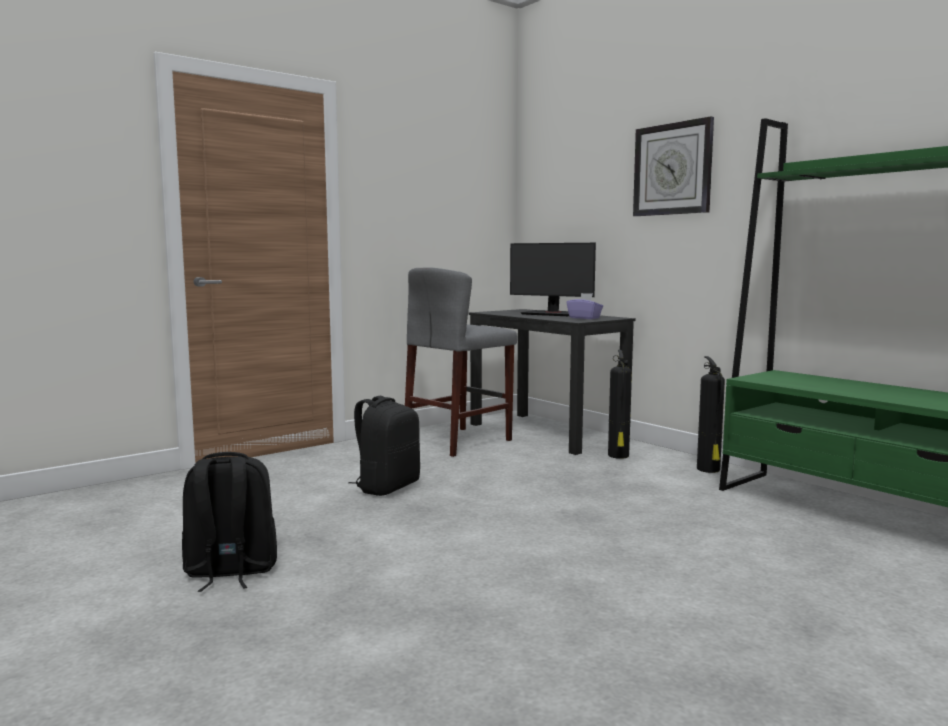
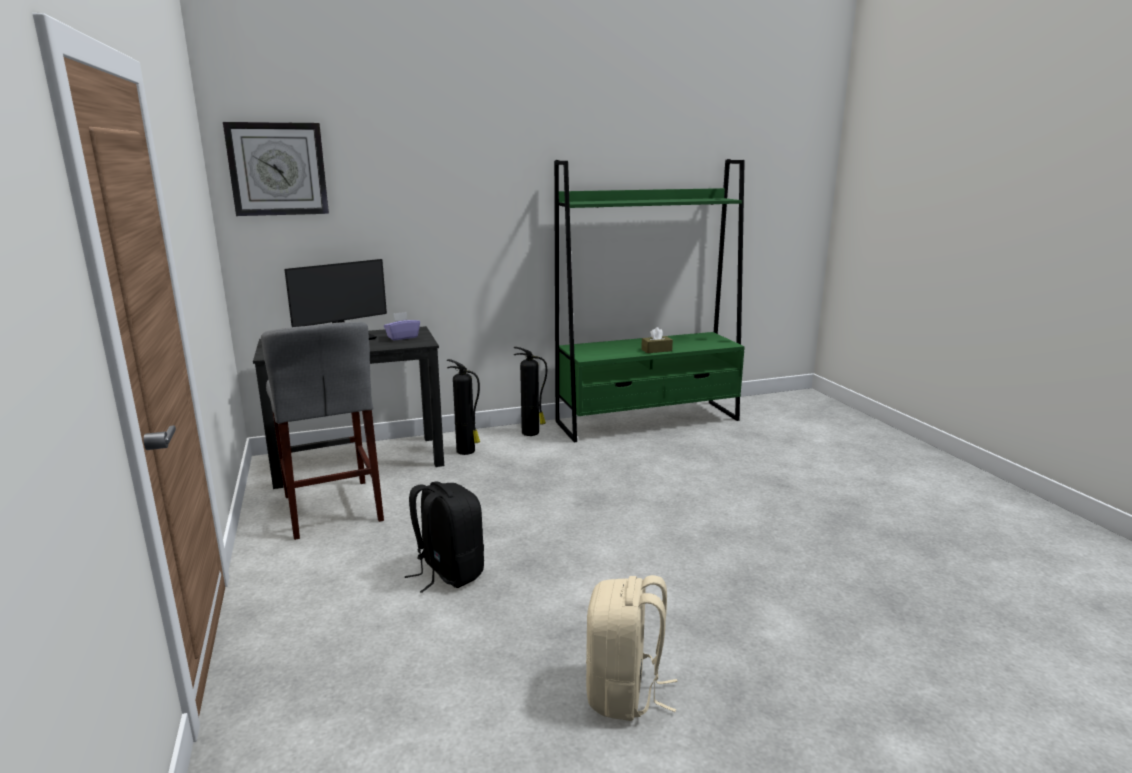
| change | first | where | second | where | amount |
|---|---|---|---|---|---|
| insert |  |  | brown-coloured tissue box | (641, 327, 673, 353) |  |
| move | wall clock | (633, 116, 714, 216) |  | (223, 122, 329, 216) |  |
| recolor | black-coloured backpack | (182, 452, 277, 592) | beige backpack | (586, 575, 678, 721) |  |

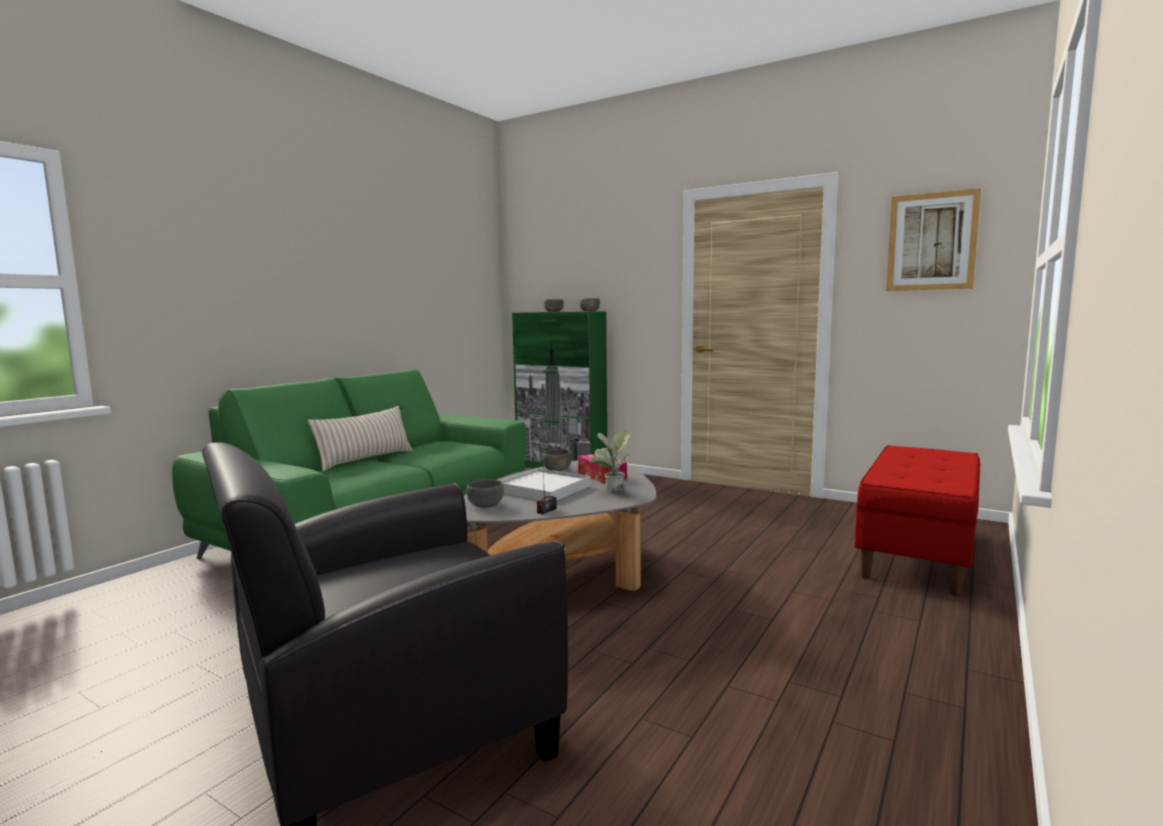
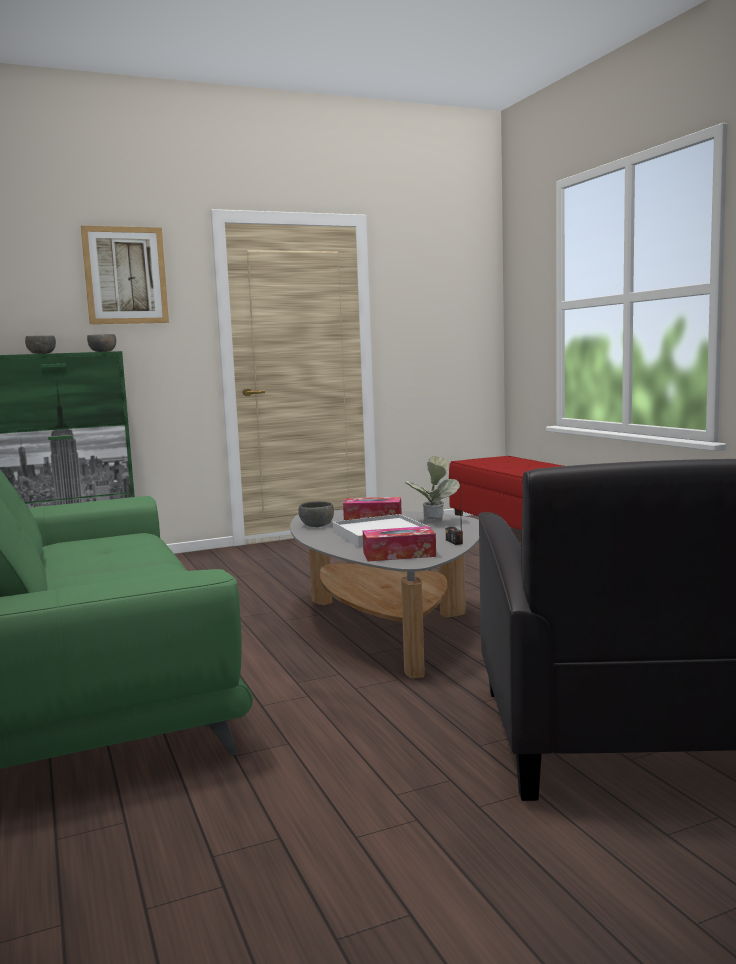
| change | first | where | second | where | amount |
|---|---|---|---|---|---|
| delete | beige pillow | (307, 406, 412, 471) |  |  |  |
| move | picture | (886, 188, 981, 291) |  | (81, 226, 169, 324) |  |
| replace | gray bowl | (466, 479, 504, 508) | tissue box | (363, 526, 436, 562) |  |

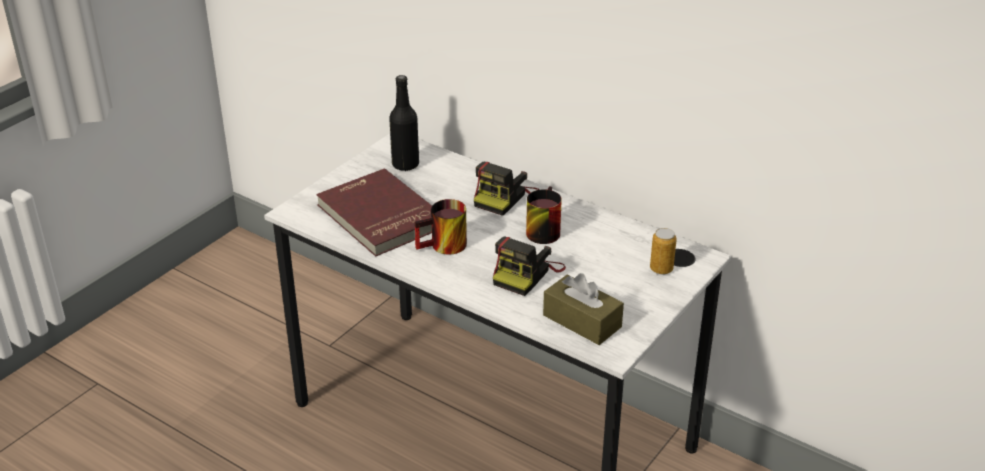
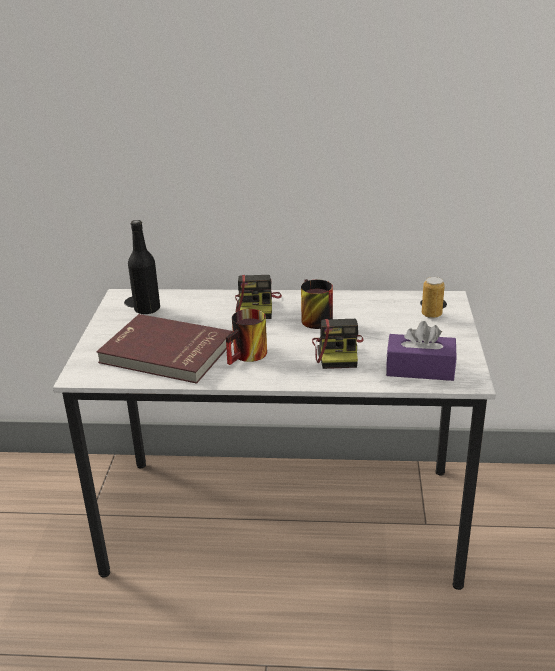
| change | first | where | second | where | amount |
|---|---|---|---|---|---|
| recolor | brown-coloured tissue box | (543, 273, 624, 345) | purplish tissue box | (386, 321, 456, 381) |  |

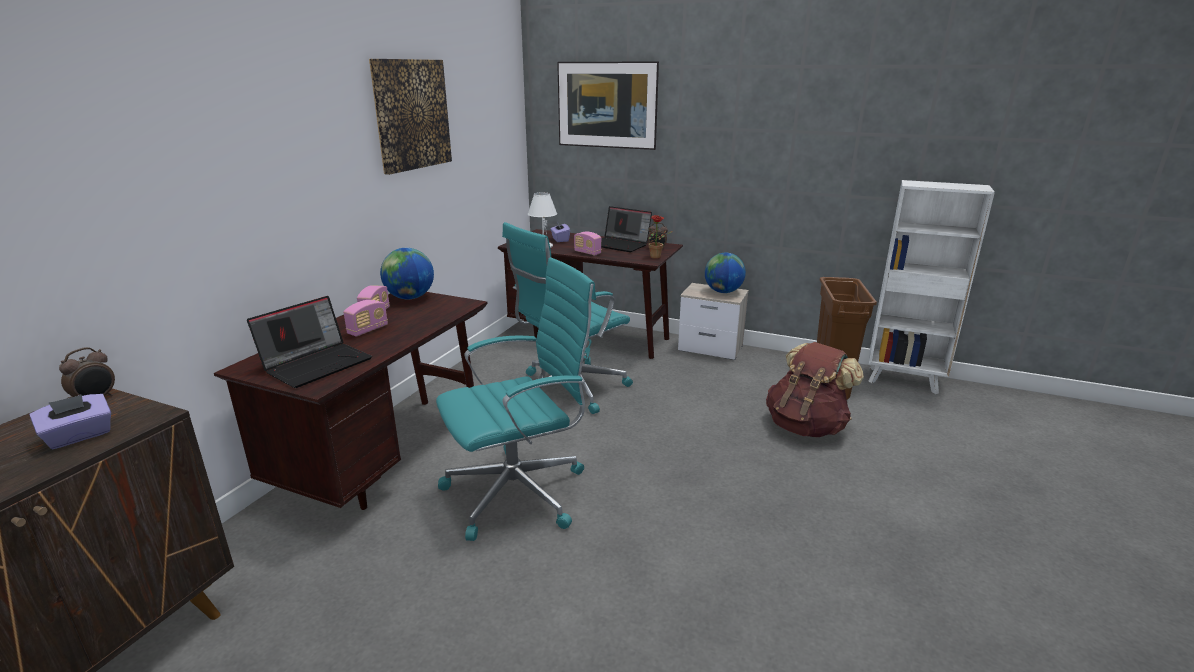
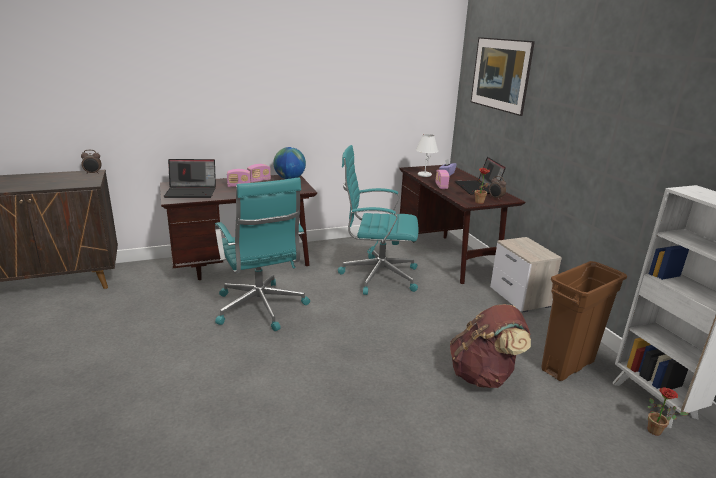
| change | first | where | second | where | amount |
|---|---|---|---|---|---|
| delete | purplish tissue box | (29, 394, 111, 449) |  |  |  |
| delete | picture | (369, 59, 452, 175) |  |  |  |
| delete | world globe | (705, 253, 746, 293) |  |  |  |
| insert |  |  | houseplant | (647, 388, 688, 436) |  |
| rotate | turquoise office chair | (436, 257, 596, 541) |  | (215, 178, 310, 331) | 45 degrees clockwise |

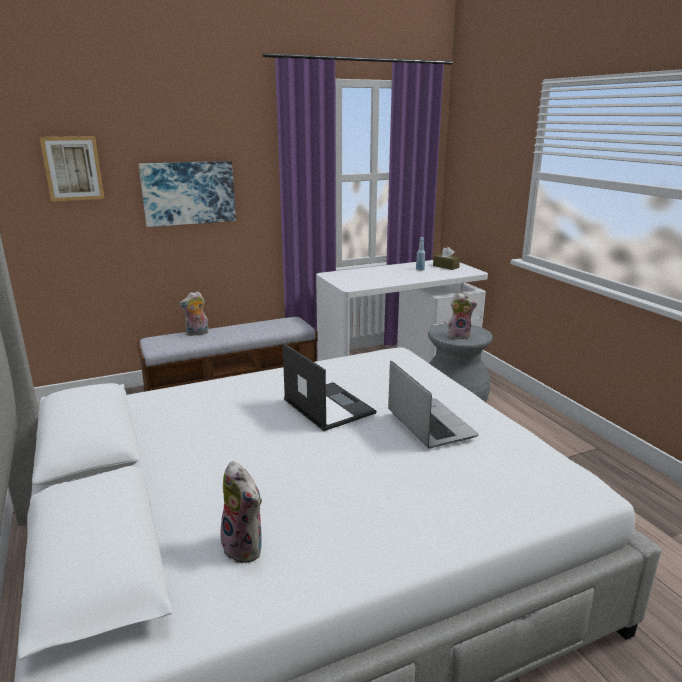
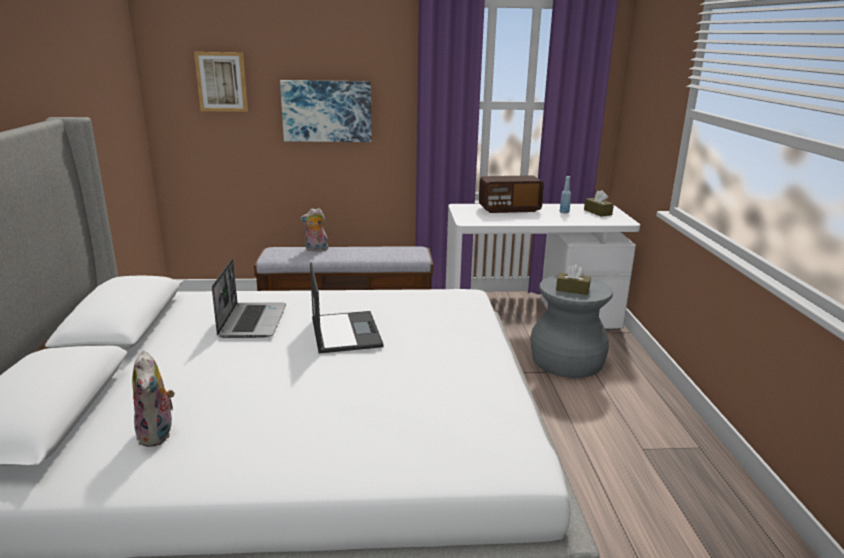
| change | first | where | second | where | amount |
|---|---|---|---|---|---|
| insert |  |  | radio set | (479, 175, 544, 213) |  |
| move | portable computer | (388, 361, 479, 448) |  | (212, 259, 286, 338) |  |
| replace | cuddly toy | (447, 293, 477, 339) | brown-coloured tissue box | (556, 264, 591, 295) |  |

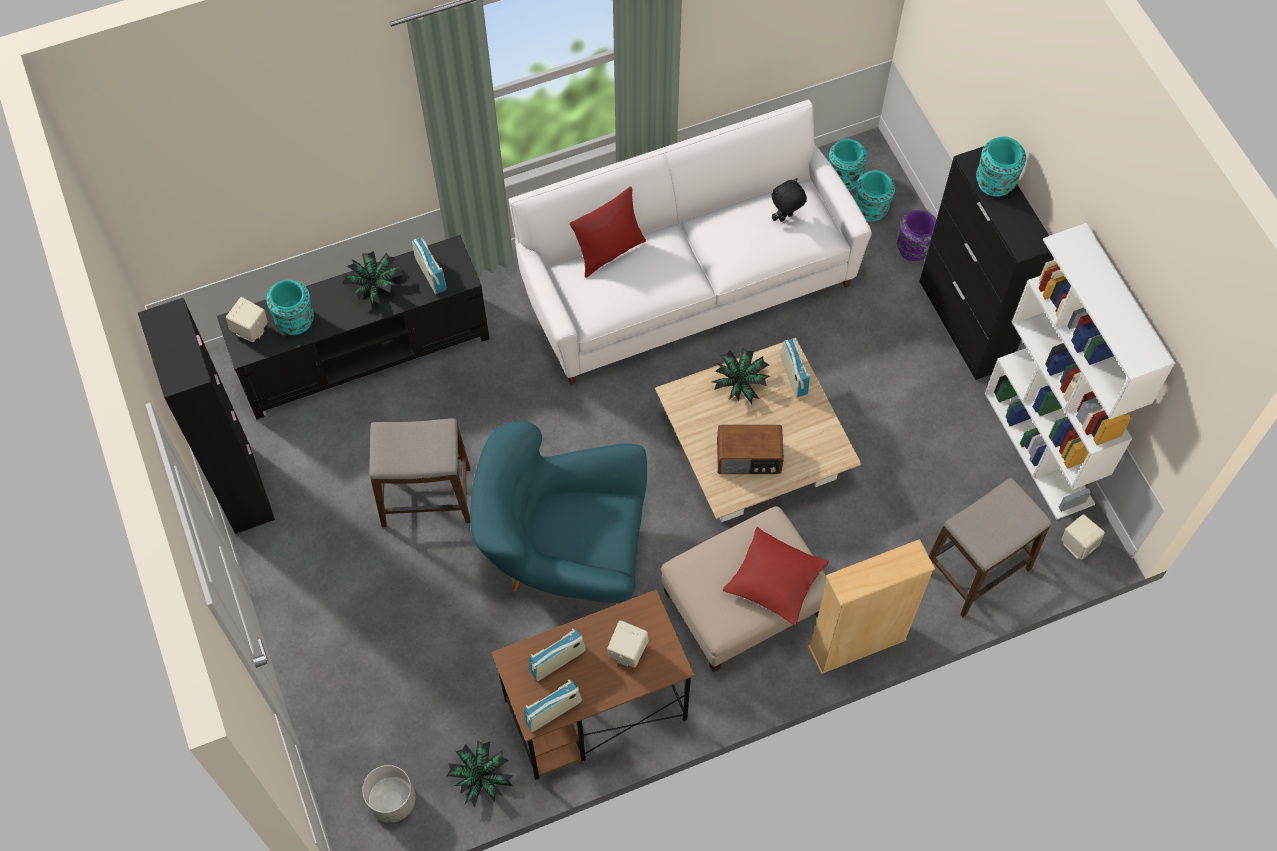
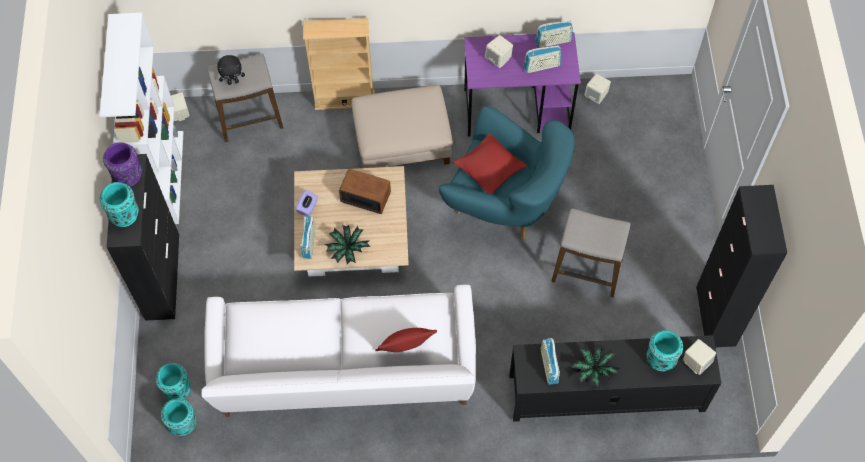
| change | first | where | second | where | amount |
|---|---|---|---|---|---|
| delete | gray plant pot | (362, 765, 415, 823) |  |  |  |
| insert |  |  | purplish tissue box | (295, 190, 318, 216) |  |
| move | red pillow | (723, 527, 829, 626) |  | (453, 133, 528, 194) |  |
| move | black-coloured cuddly toy | (772, 178, 807, 222) |  | (217, 55, 245, 85) |  |
| move | purplish decorative vase | (897, 210, 936, 261) |  | (103, 142, 142, 187) |  |
| replace | houseplant | (447, 740, 514, 807) | beige loudspeaker | (584, 74, 611, 104) |  |
| recolor | brown-coloured desk table | (491, 589, 694, 780) | purplish desk table | (464, 32, 581, 137) |  |

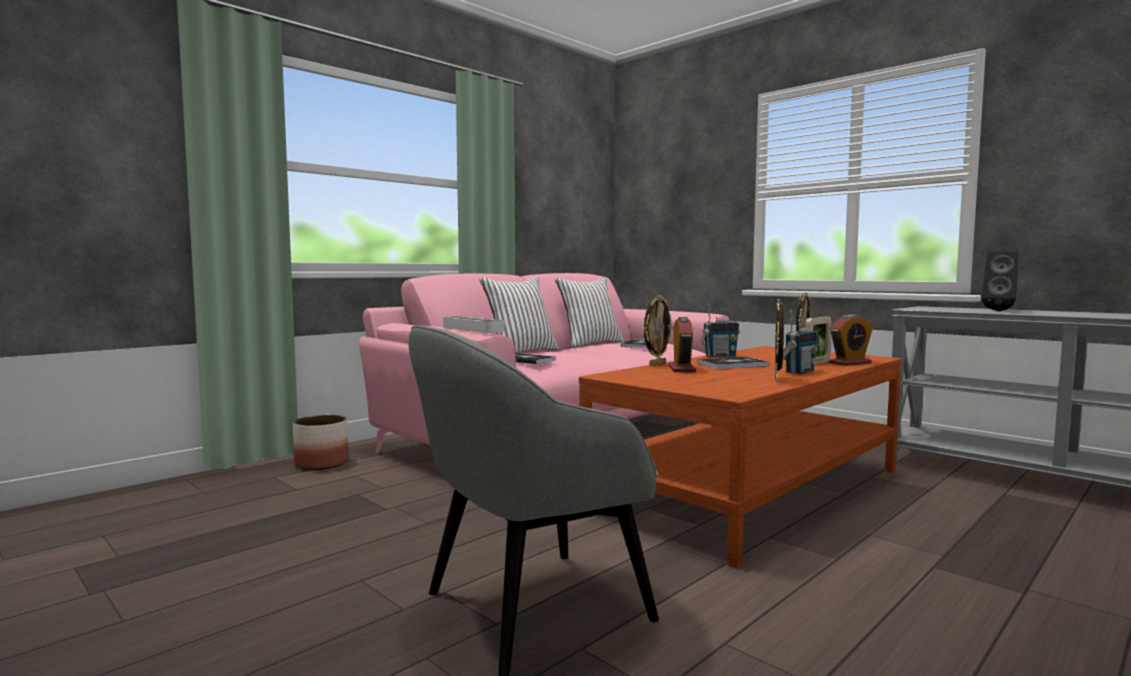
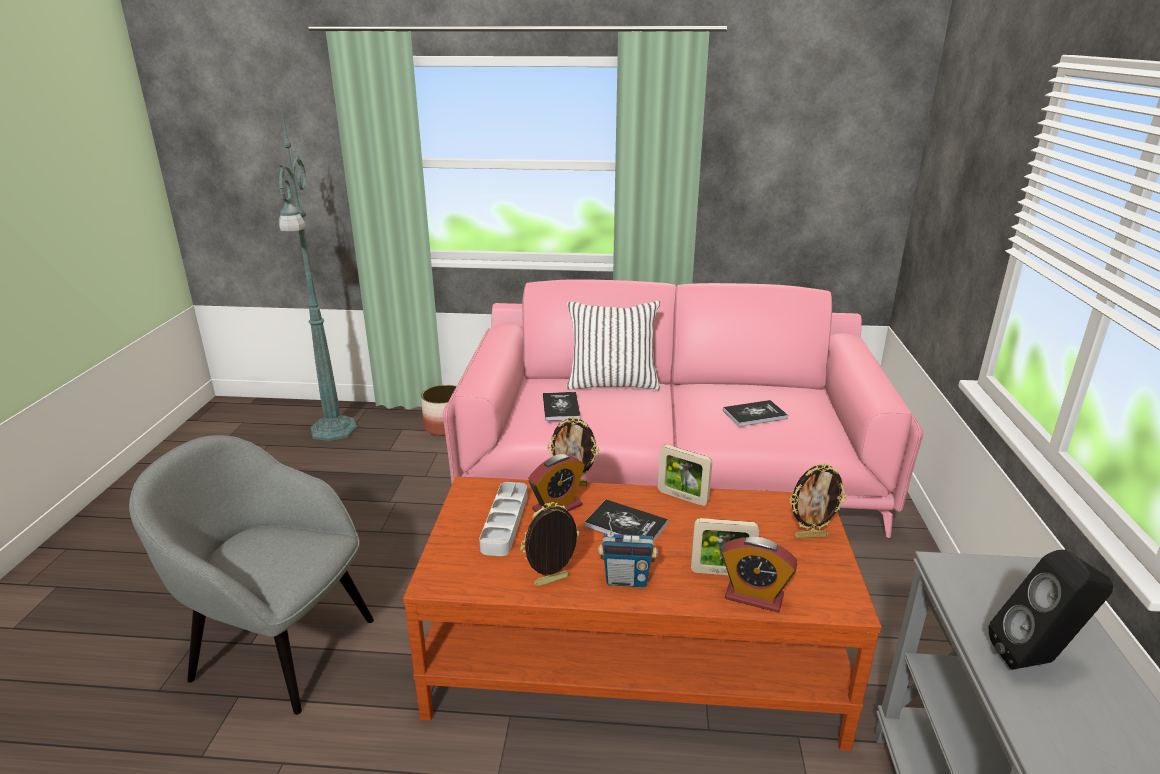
| change | first | where | second | where | amount |
|---|---|---|---|---|---|
| delete | white pillow | (555, 277, 624, 347) |  |  |  |
| insert |  |  | green floor lamp | (279, 107, 357, 441) |  |
| move | gray carrying tray | (443, 316, 505, 333) |  | (479, 482, 528, 556) |  |
| replace | radio set | (701, 304, 740, 357) | photo frame | (658, 445, 712, 506) |  |

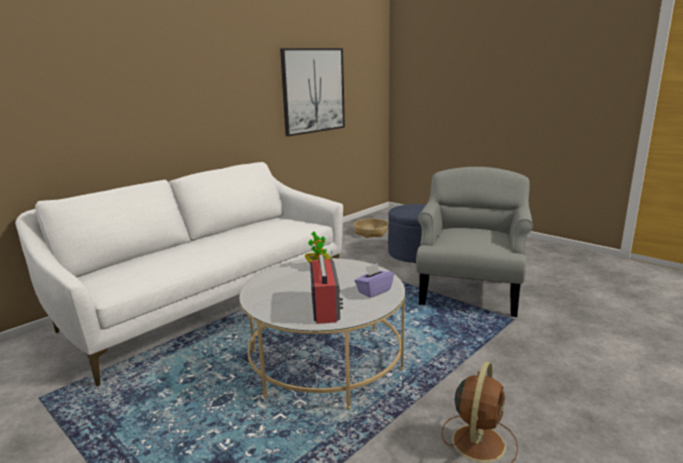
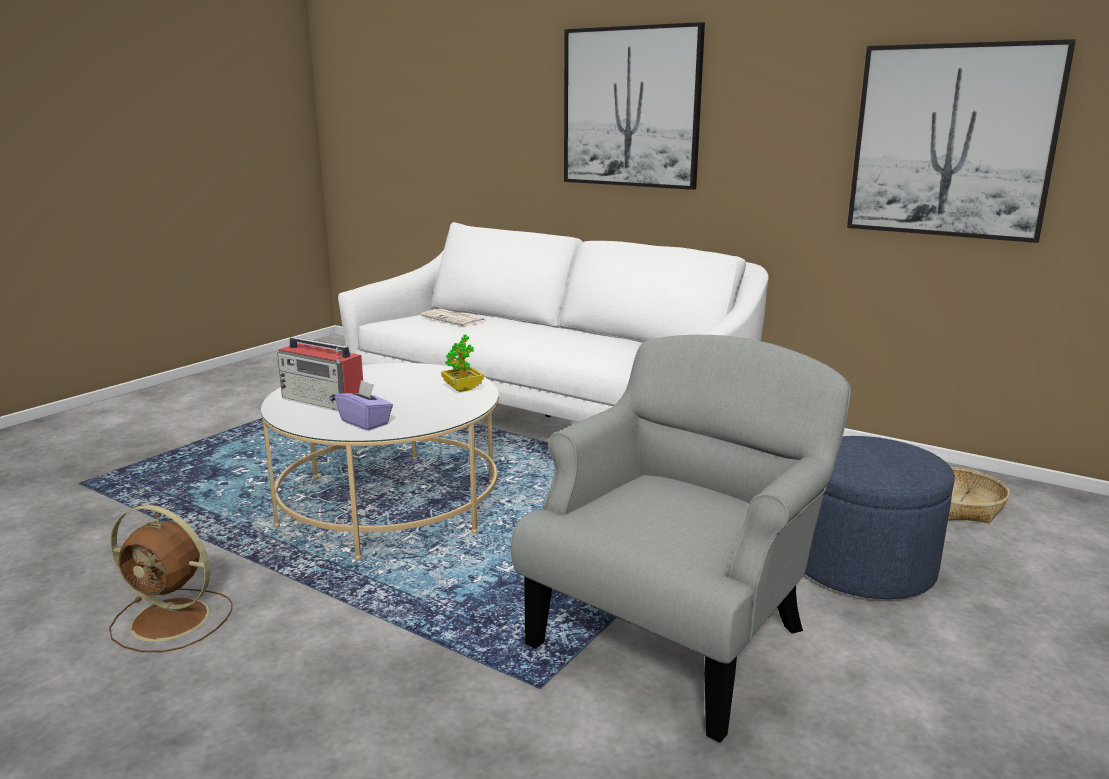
| change | first | where | second | where | amount |
|---|---|---|---|---|---|
| insert |  |  | printed paper | (421, 309, 486, 326) |  |
| insert |  |  | picture | (564, 22, 705, 190) |  |
| rotate | radio set | (310, 251, 343, 324) |  | (277, 337, 363, 410) | 45 degrees clockwise |
| rotate | gray armchair | (416, 167, 533, 317) |  | (511, 335, 851, 743) | 60 degrees counterclockwise |

